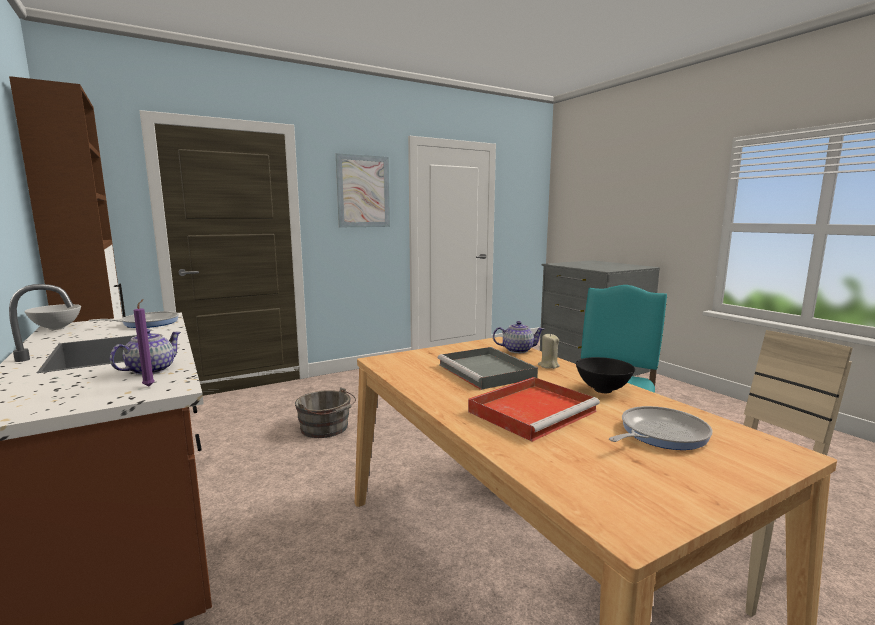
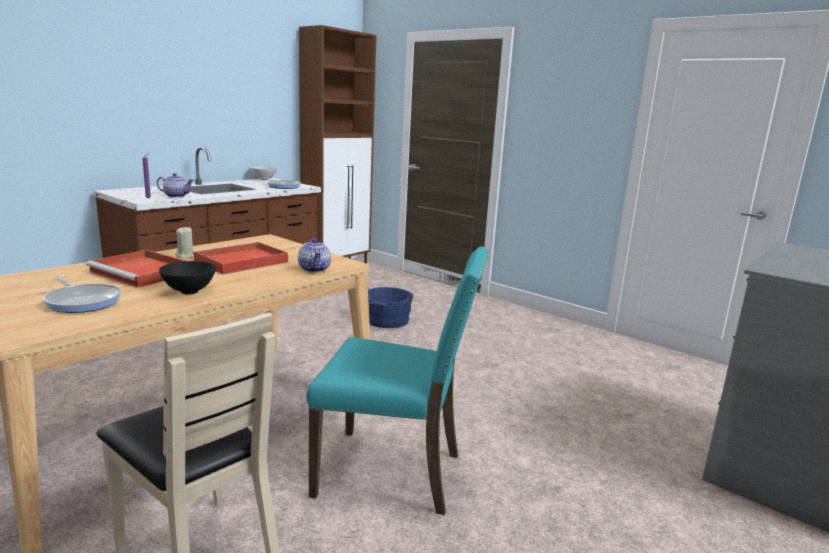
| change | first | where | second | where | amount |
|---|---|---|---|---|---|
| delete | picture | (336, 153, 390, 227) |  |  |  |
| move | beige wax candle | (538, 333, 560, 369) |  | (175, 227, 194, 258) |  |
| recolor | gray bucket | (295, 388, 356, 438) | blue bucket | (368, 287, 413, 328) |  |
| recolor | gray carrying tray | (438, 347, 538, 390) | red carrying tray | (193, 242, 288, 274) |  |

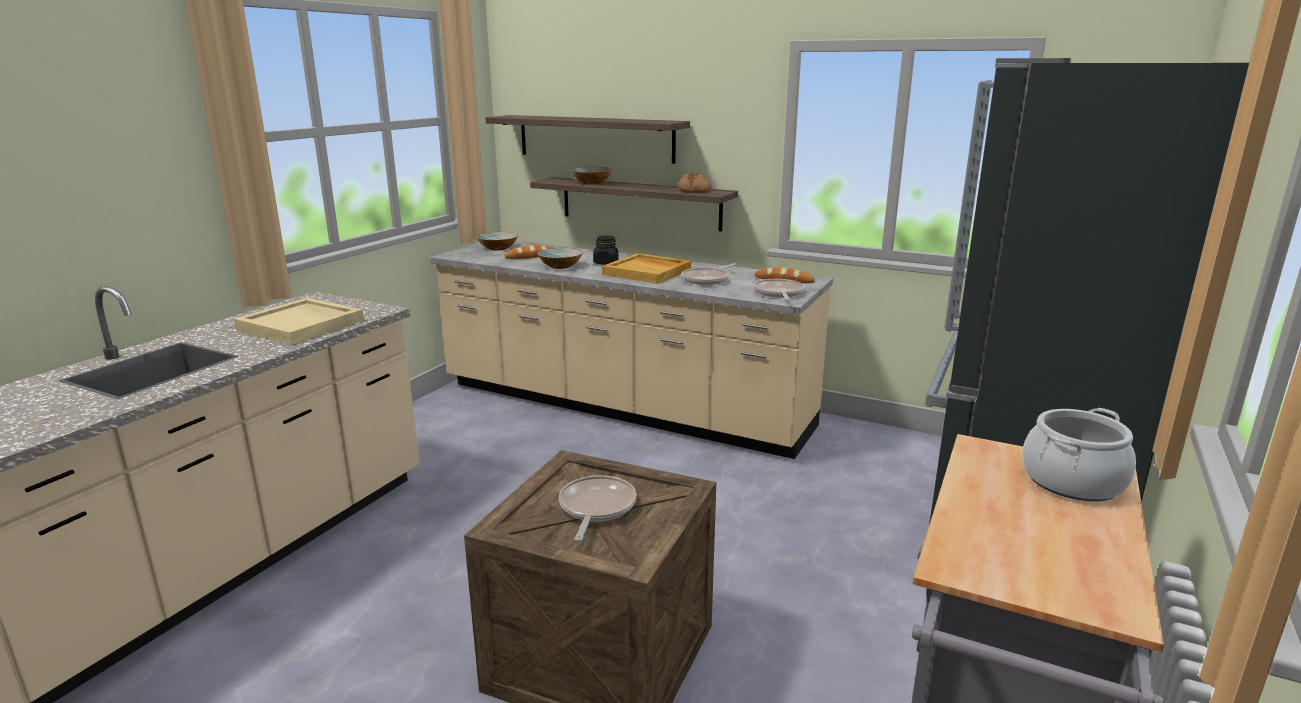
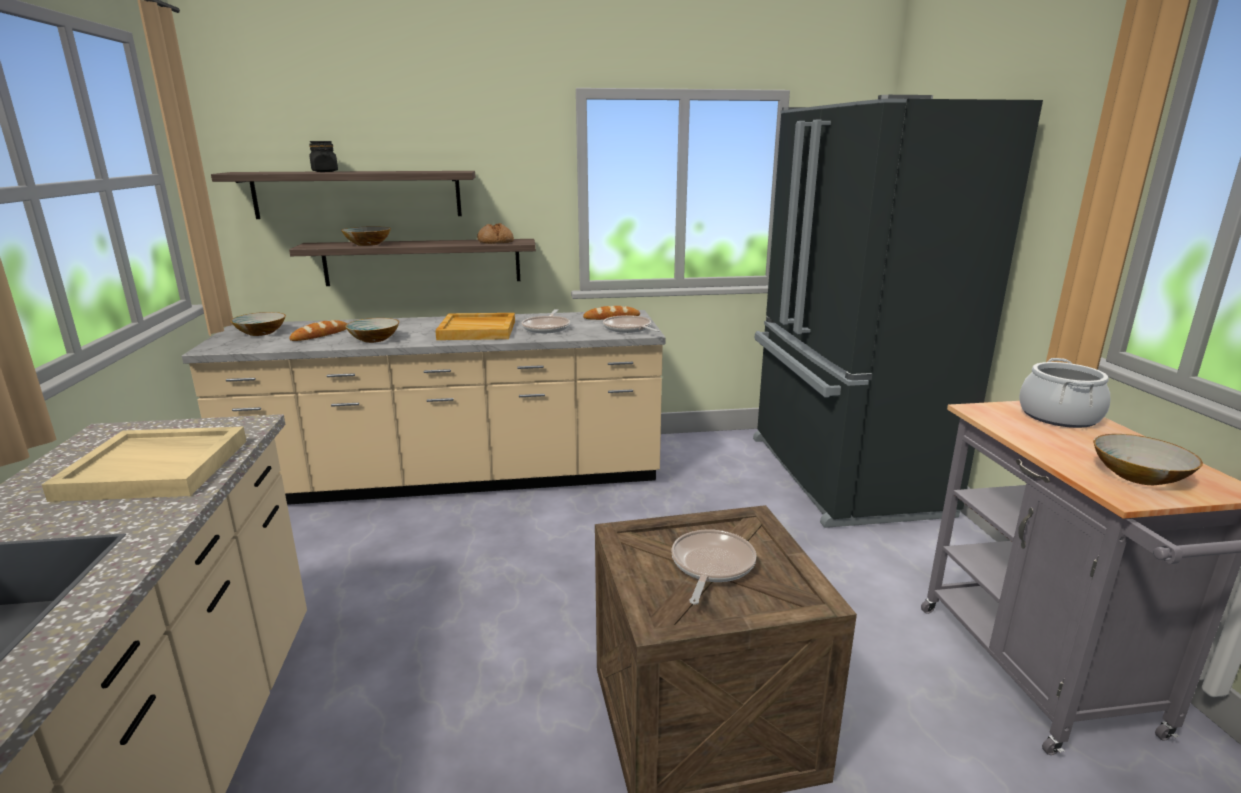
| change | first | where | second | where | amount |
|---|---|---|---|---|---|
| insert |  |  | bowl | (1093, 434, 1203, 485) |  |
| move | black-coloured jar | (593, 235, 618, 265) |  | (309, 141, 338, 172) |  |
| rotate | pan | (559, 475, 637, 541) |  | (672, 529, 756, 605) | 45 degrees clockwise |

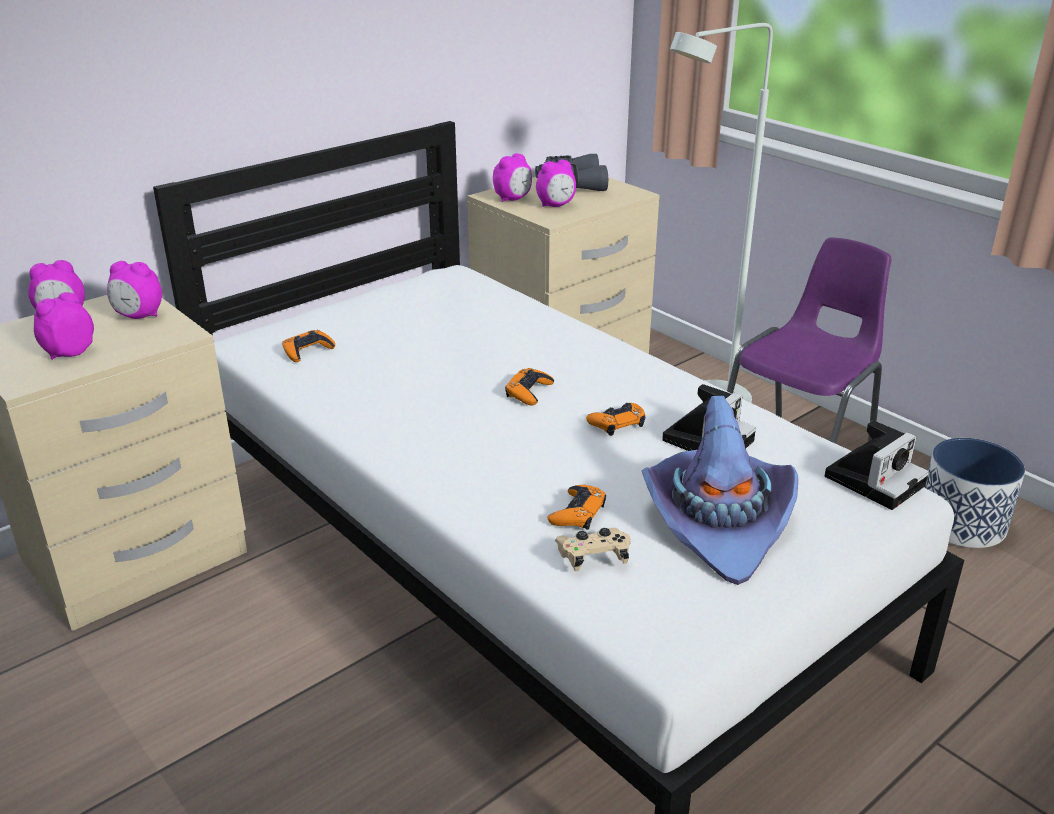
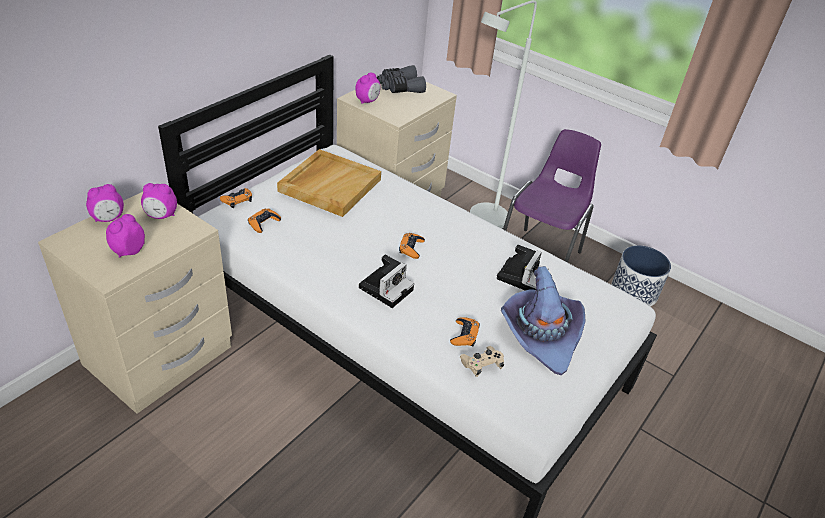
| change | first | where | second | where | amount |
|---|---|---|---|---|---|
| delete | alarm clock | (536, 159, 576, 207) |  |  |  |
| insert |  |  | beige carrying tray | (277, 149, 381, 217) |  |
| move | orange-coloured game controller | (586, 403, 645, 436) |  | (220, 188, 252, 208) |  |
| move | photo camera | (825, 420, 929, 510) |  | (359, 255, 414, 308) |  |

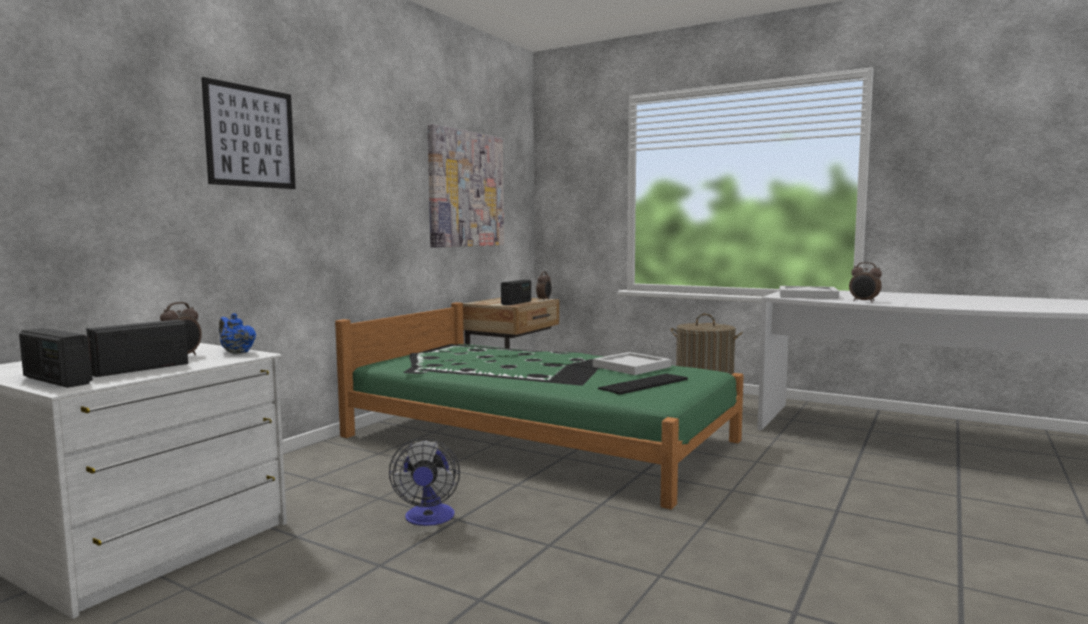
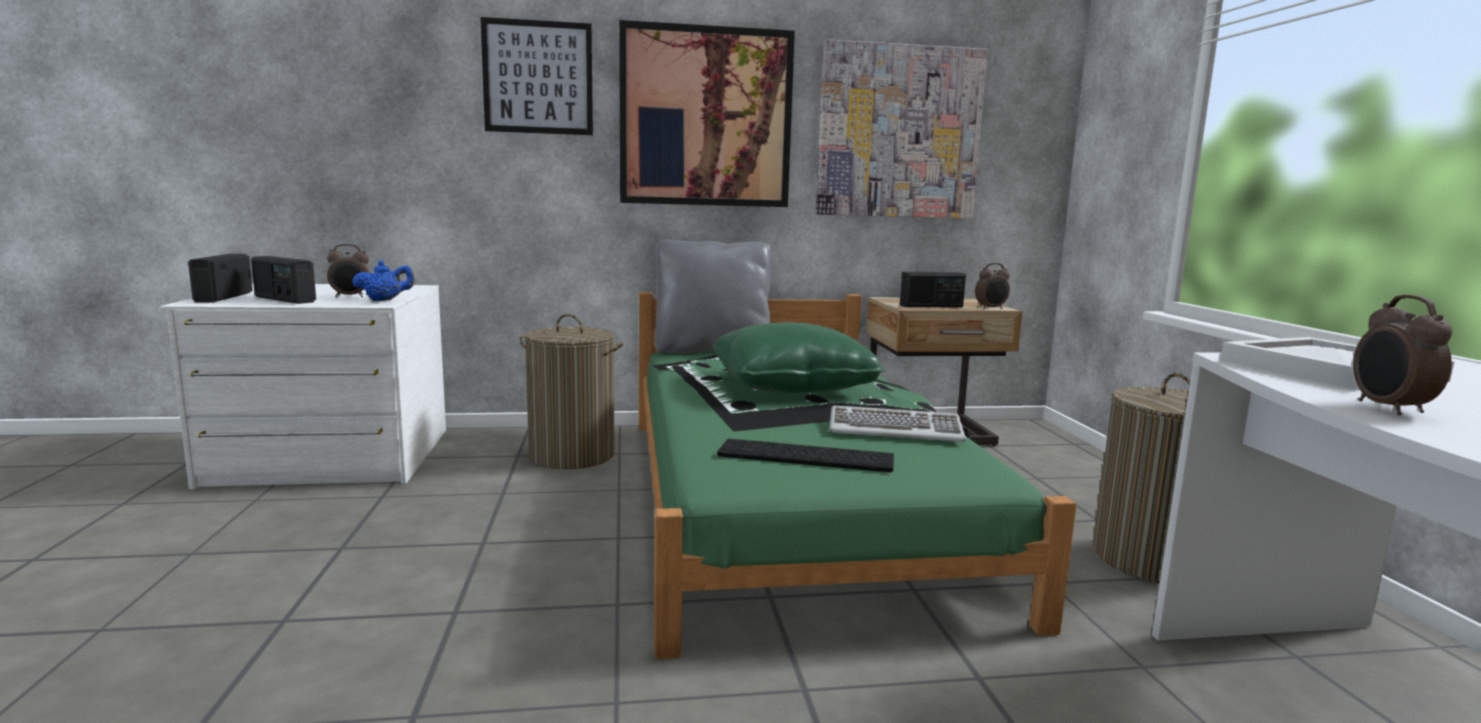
| change | first | where | second | where | amount |
|---|---|---|---|---|---|
| delete | cooling fan | (389, 439, 460, 526) |  |  |  |
| insert |  |  | hamper | (519, 314, 623, 469) |  |
| insert |  |  | picture | (619, 20, 795, 207) |  |
| insert |  |  | gray pillow | (655, 239, 772, 354) |  |
| insert |  |  | green pillow | (713, 322, 884, 394) |  |
| replace | white carrying tray | (593, 352, 671, 375) | PC keyboard | (829, 406, 966, 442) |  |
| rotate | radio set | (86, 320, 188, 377) |  | (251, 256, 316, 304) | 150 degrees counterclockwise |
| rotate | blue teapot | (219, 313, 256, 354) |  | (352, 260, 415, 301) | 75 degrees clockwise |

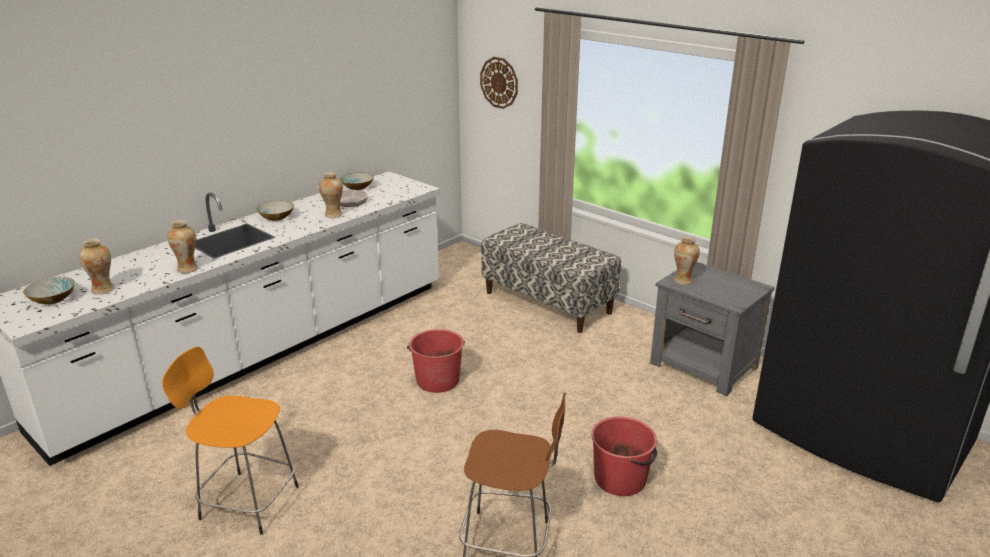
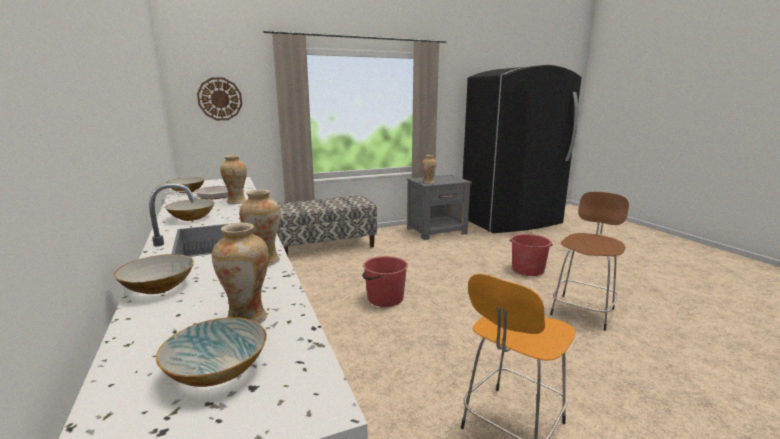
| change | first | where | second | where | amount |
|---|---|---|---|---|---|
| insert |  |  | bowl | (114, 254, 194, 294) |  |

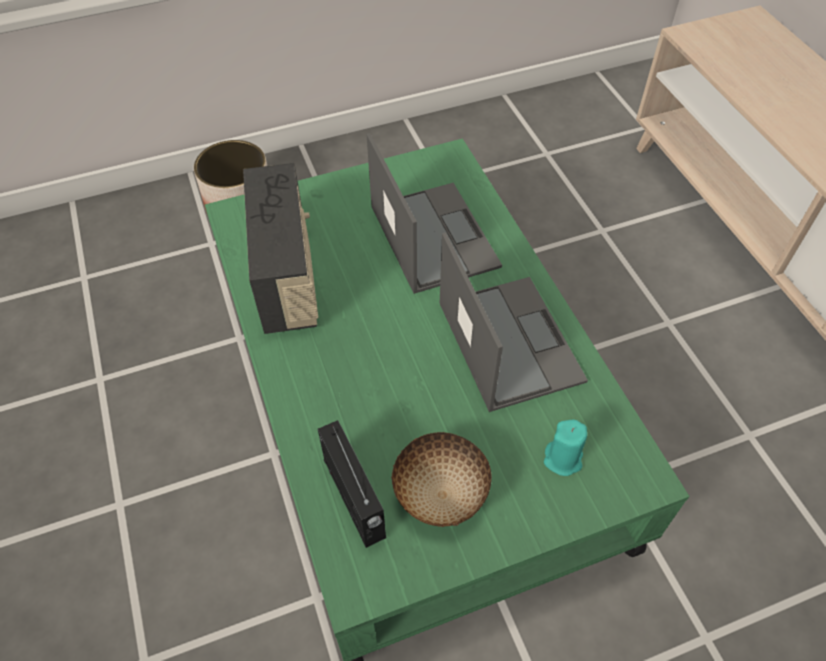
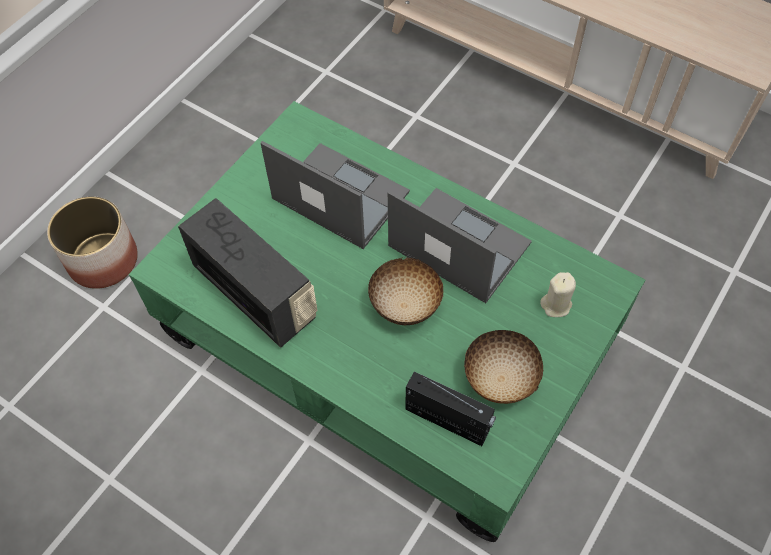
| change | first | where | second | where | amount |
|---|---|---|---|---|---|
| insert |  |  | bowl | (368, 257, 443, 325) |  |
| recolor | turquoise wax candle | (544, 420, 587, 476) | beige wax candle | (540, 272, 576, 317) |  |

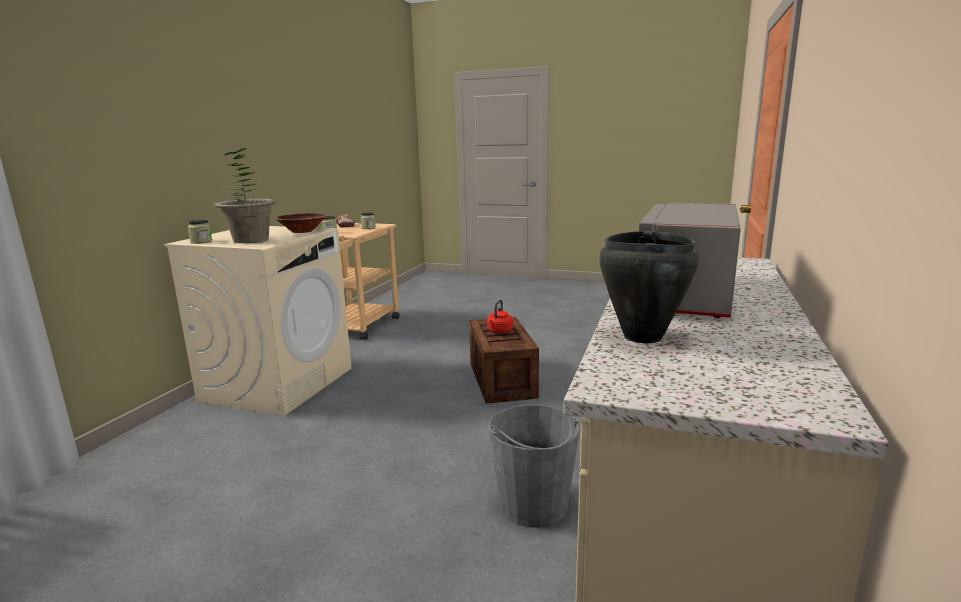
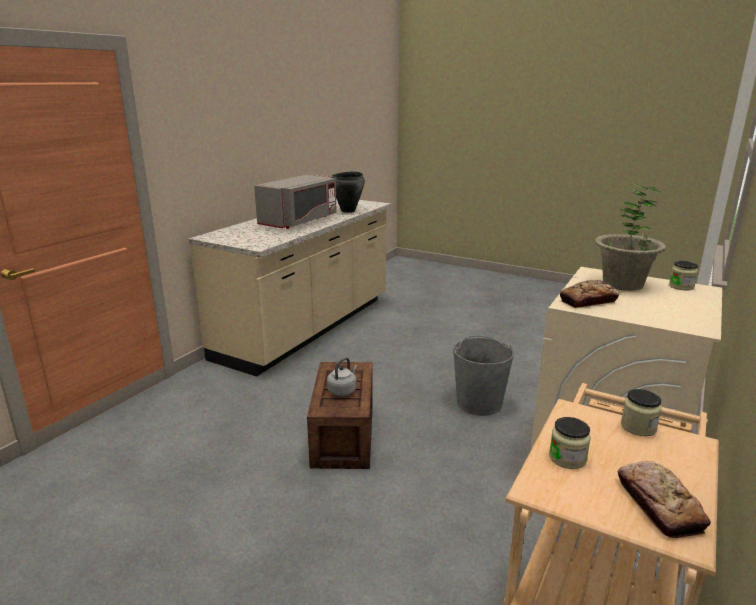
| change | first | where | second | where | amount |
|---|---|---|---|---|---|
| move | gray bucket | (489, 404, 580, 528) |  | (453, 335, 514, 416) |  |
| replace | brown-coloured bowl | (275, 213, 327, 233) | bread | (560, 280, 619, 308) |  |
| recolor | red tea kettle | (487, 300, 513, 333) | gray tea kettle | (327, 357, 358, 396) |  |

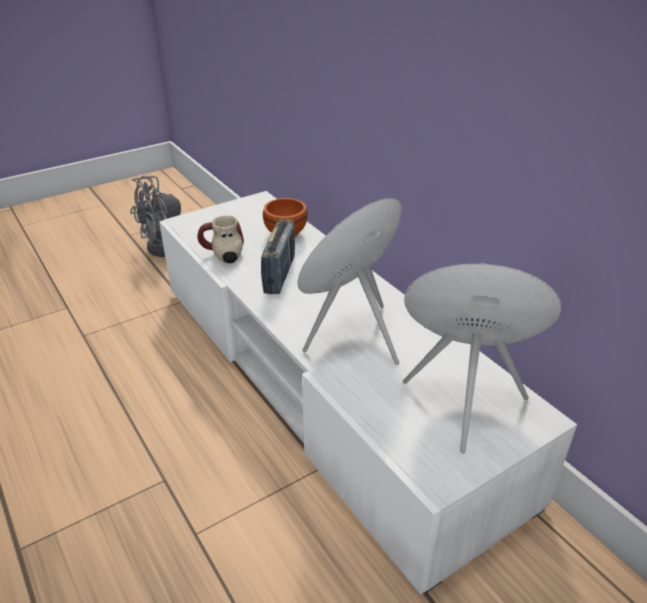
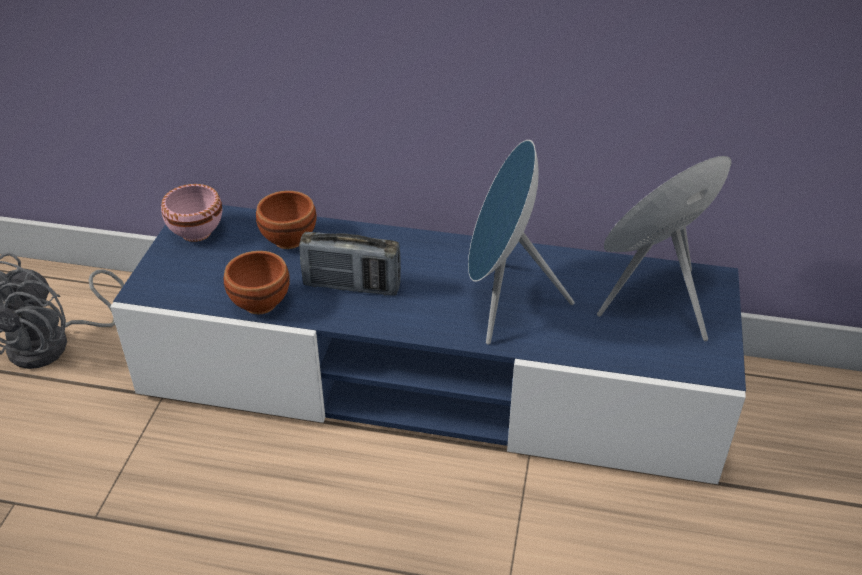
| change | first | where | second | where | amount |
|---|---|---|---|---|---|
| insert |  |  | pink-coloured bowl | (161, 184, 222, 242) |  |
| replace | mug | (197, 215, 244, 263) | brown-coloured bowl | (224, 251, 290, 314) |  |
| recolor | white media console | (159, 191, 577, 595) | blue media console | (110, 205, 746, 484) |  |
| rotate | radio set | (261, 219, 295, 294) |  | (299, 232, 401, 295) | 135 degrees clockwise |

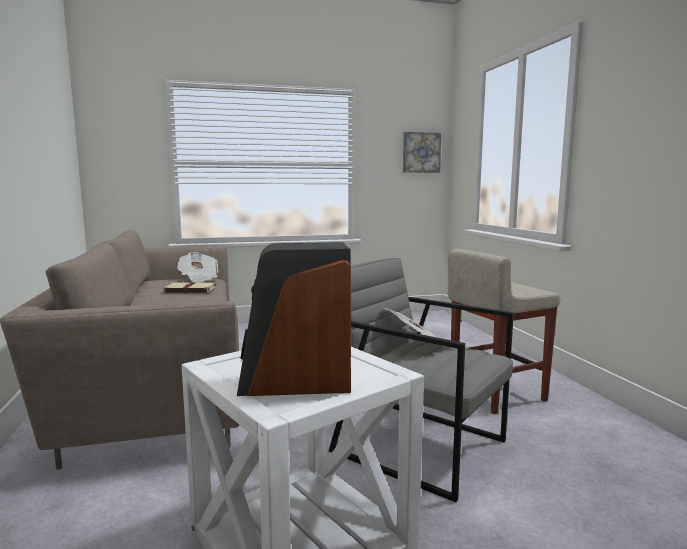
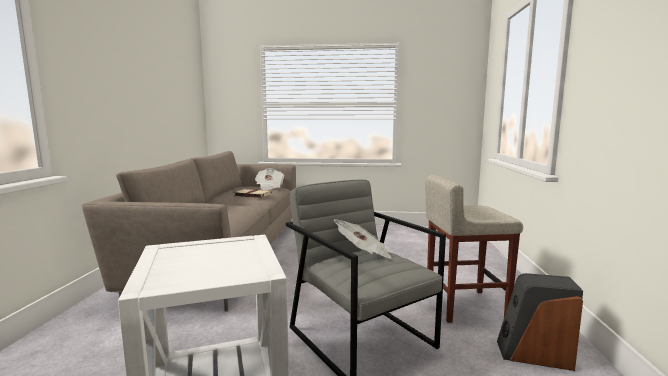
| change | first | where | second | where | amount |
|---|---|---|---|---|---|
| delete | picture | (403, 132, 441, 173) |  |  |  |
| move | loudspeaker | (237, 242, 351, 396) |  | (497, 273, 583, 371) |  |

